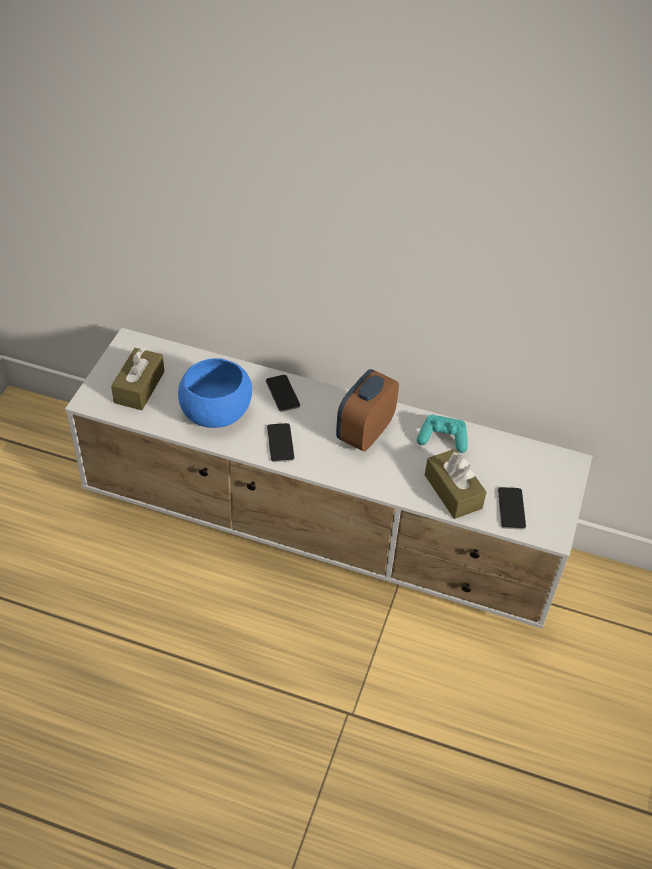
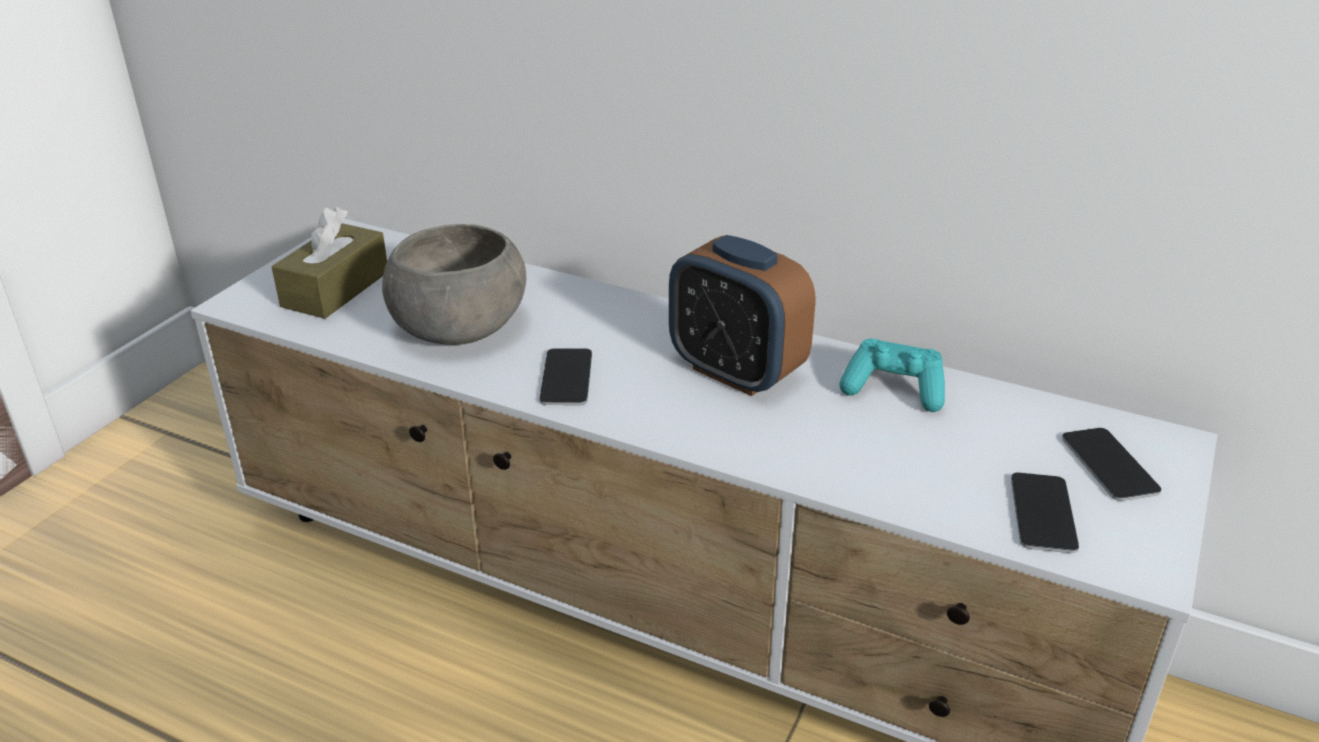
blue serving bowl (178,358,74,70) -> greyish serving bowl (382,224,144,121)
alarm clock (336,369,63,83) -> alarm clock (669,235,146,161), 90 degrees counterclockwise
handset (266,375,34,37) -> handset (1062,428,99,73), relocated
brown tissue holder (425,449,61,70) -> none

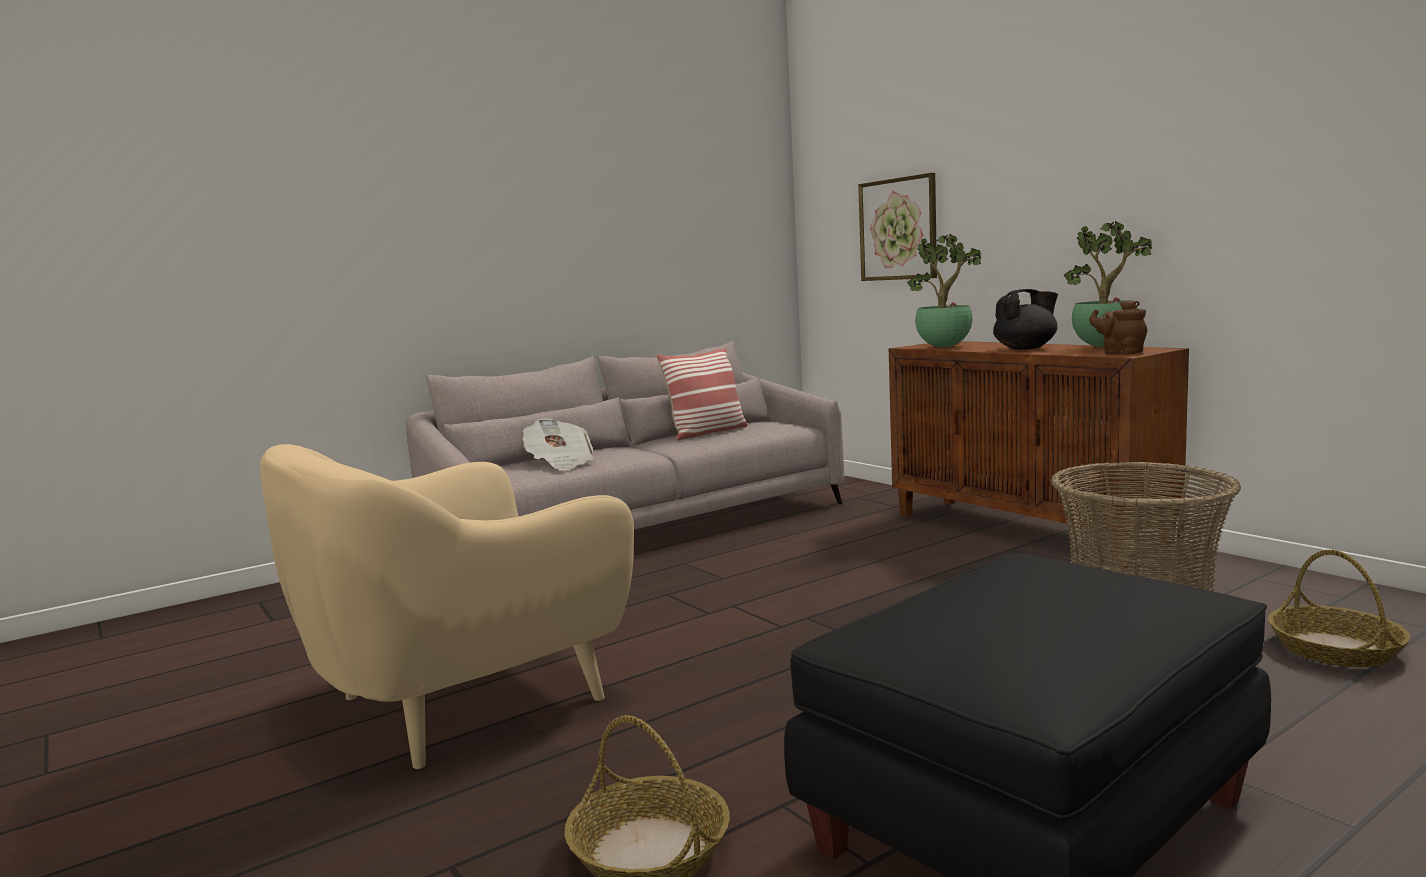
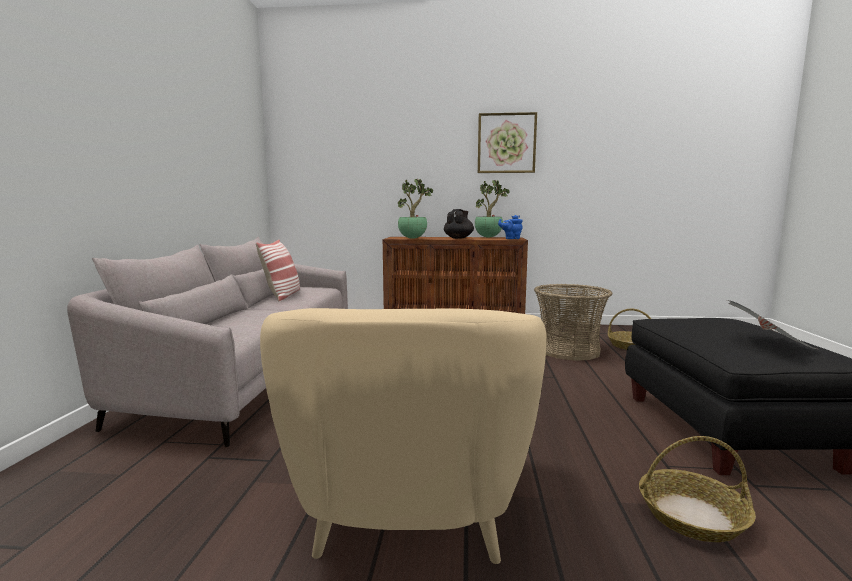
wall art (858,173,79,108) -> wall art (478,112,59,61), relocated
brown pot for tea (1089,300,58,55) -> blue pot for tea (498,215,25,24)
newspaper (523,419,71,52) -> newspaper (727,300,90,49), relocated

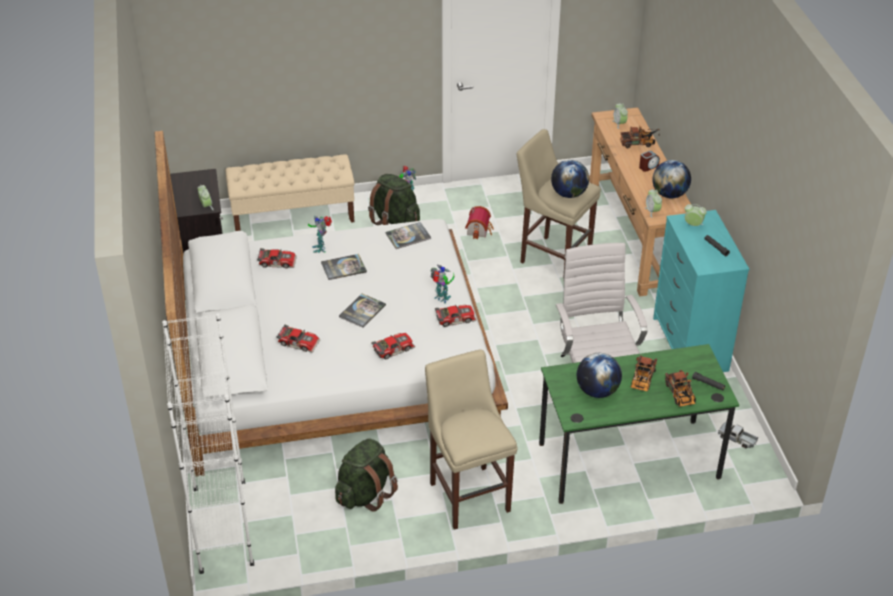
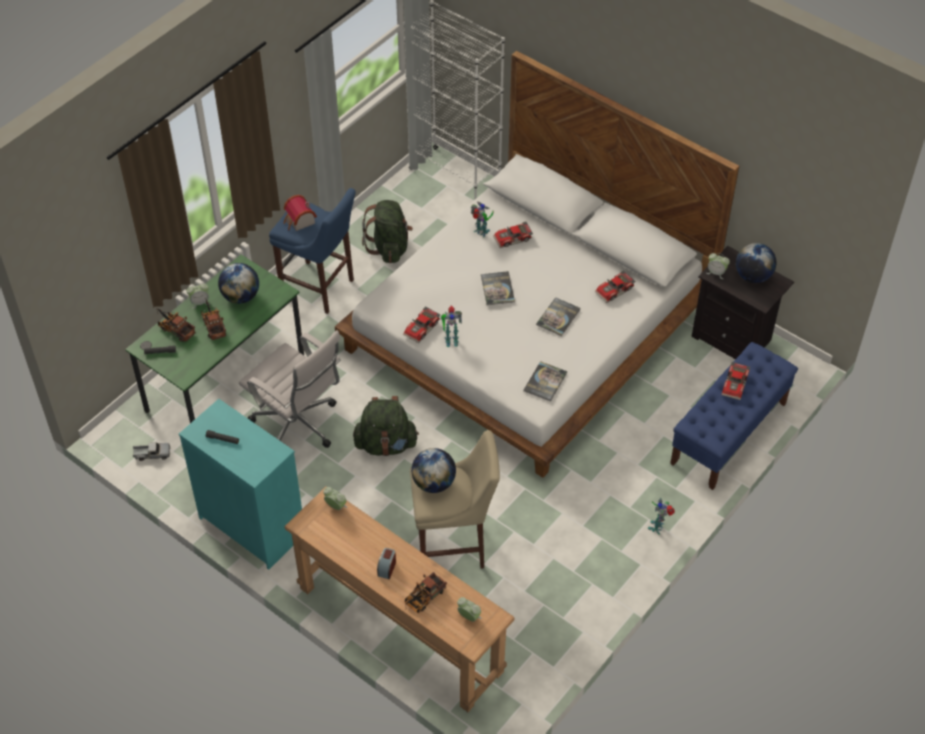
sand-coloured long seat (225,154,130,77) -> blue long seat (670,342,128,148)
desk globe (653,160,38,39) -> desk globe (736,243,40,40), relocated
greenish knapsack (368,174,52,51) -> greenish knapsack (353,396,66,60), relocated
alarm clock (685,204,22,22) -> alarm clock (187,283,23,26), relocated
toy house (465,206,29,33) -> toy house (284,195,33,36), relocated
toy robot (308,216,24,37) -> toy robot (471,201,22,36), relocated
model car (371,333,44,26) -> model car (722,362,28,38), relocated
sand-coloured sitting stool (425,349,93,181) -> blue sitting stool (269,188,86,126)

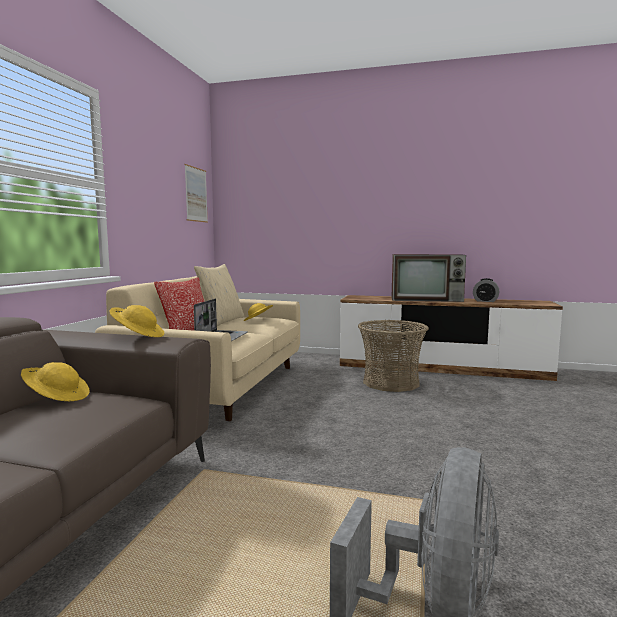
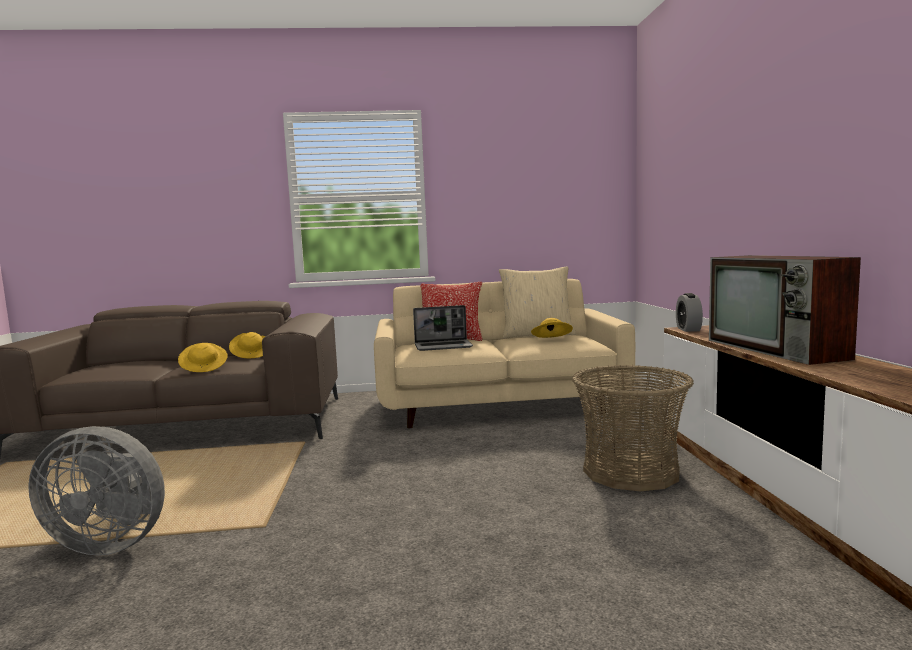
wall art (184,164,24,59) -> none
alarm clock (473,278,26,24) -> alarm clock (676,293,27,39), relocated
yellowish clothing hat (109,305,56,32) -> yellowish clothing hat (178,343,50,29), relocated

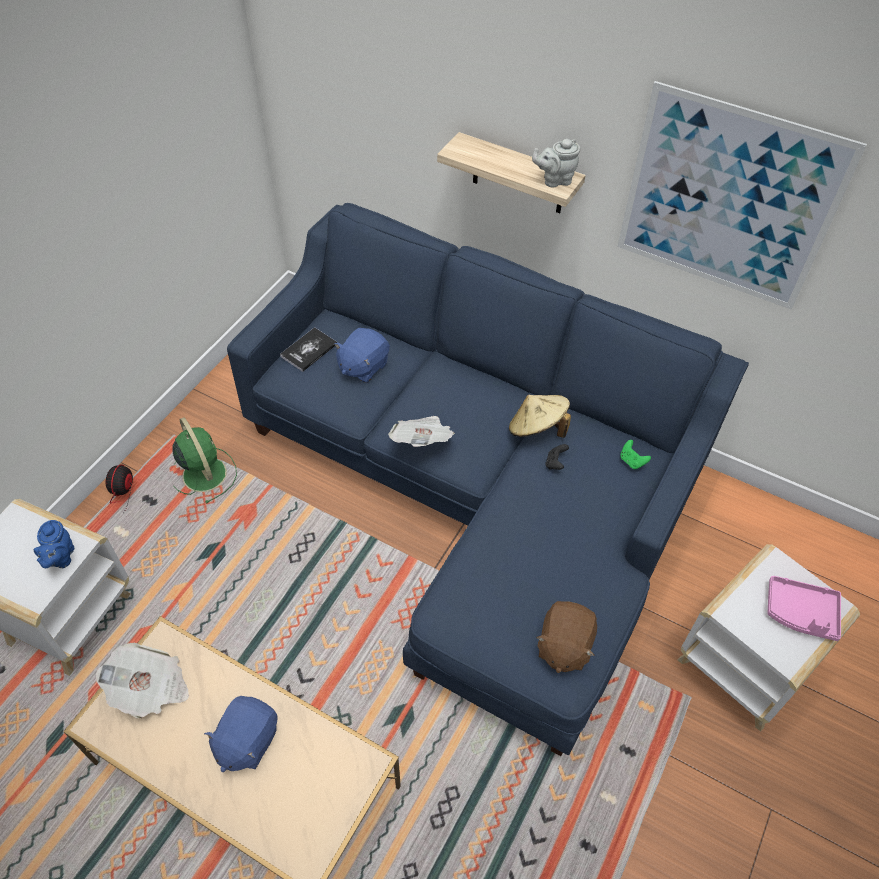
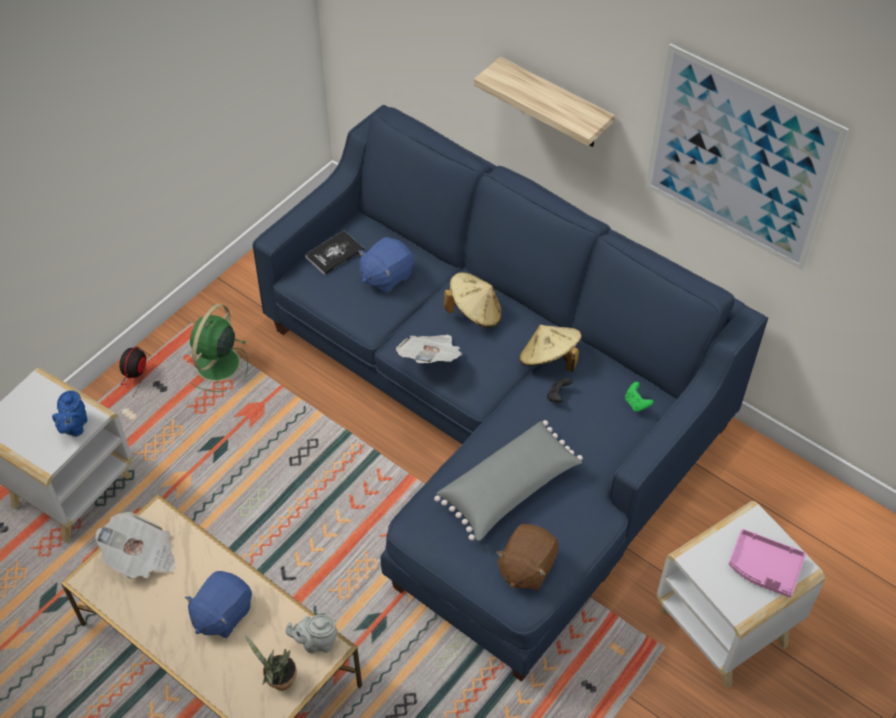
greyish pot for tea (532,139,48,49) -> greyish pot for tea (286,615,52,38), relocated
greenish electric fan (173,418,64,86) -> greenish electric fan (190,304,58,88), 135 degrees counterclockwise
none -> sand-coloured clothing hat (444,272,58,56)
none -> greyish cushion (434,420,149,121)
none -> plant in a pot (245,635,52,56)

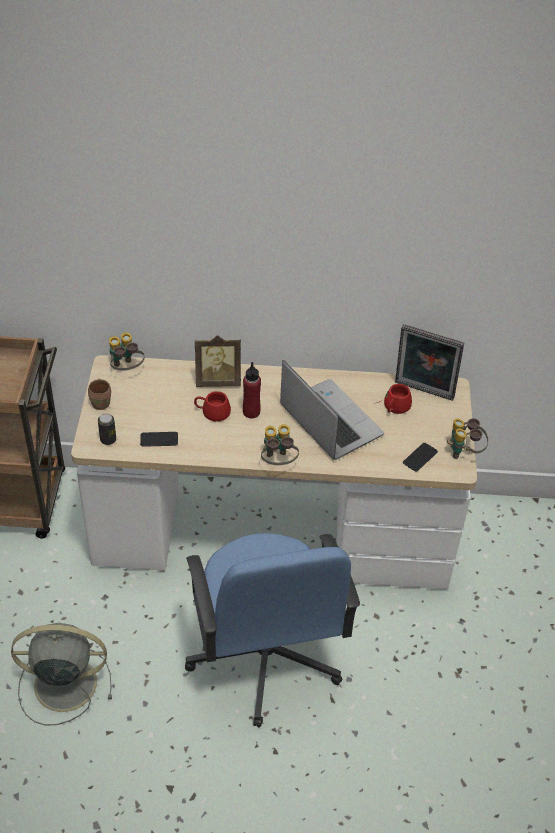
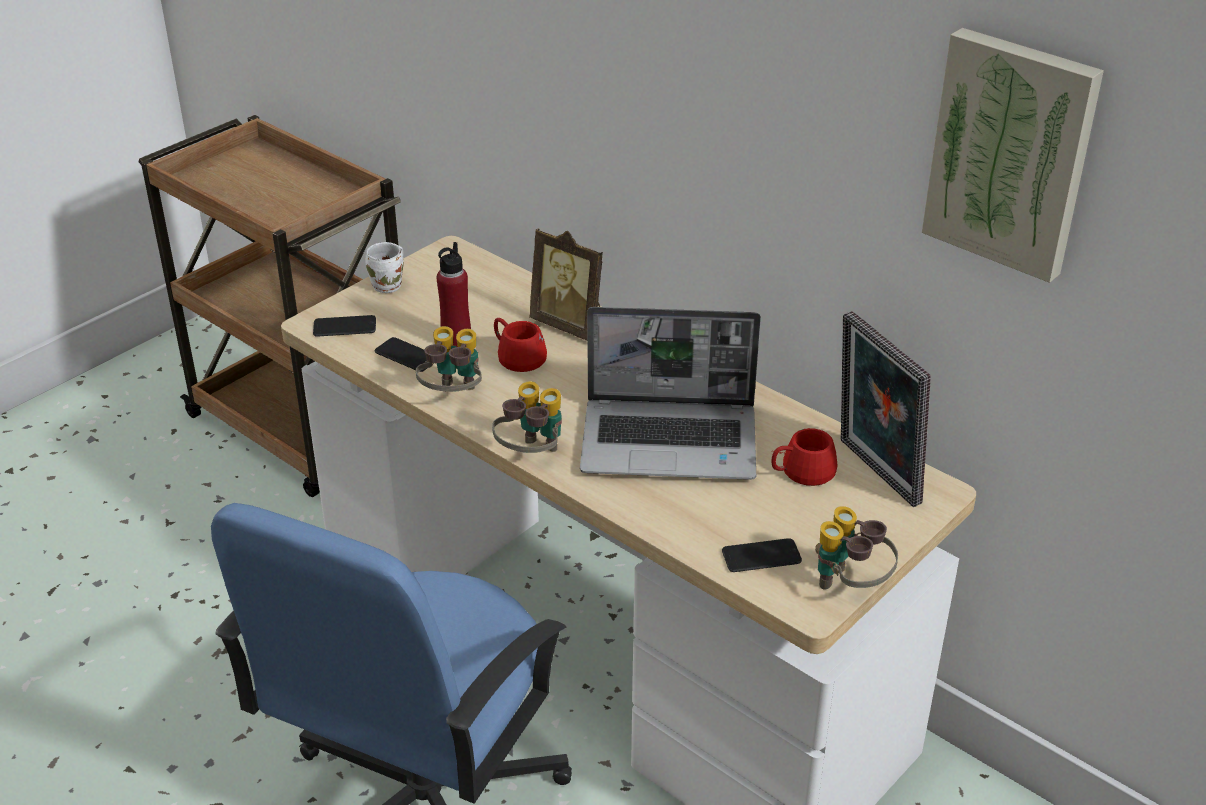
field glasses (109,333,36,38) -> field glasses (416,326,66,66), relocated
portable computer (280,360,104,100) -> portable computer (580,307,181,173), 90 degrees clockwise
reddish beverage bottle (243,362,18,56) -> reddish beverage bottle (437,242,34,105), relocated
brown mug (88,379,23,31) -> white-coloured mug (366,242,38,51)
metal can (98,413,18,32) -> handset (313,315,63,22)
greyish electric fan (11,623,101,103) -> none
none -> wall art (922,28,182,255)

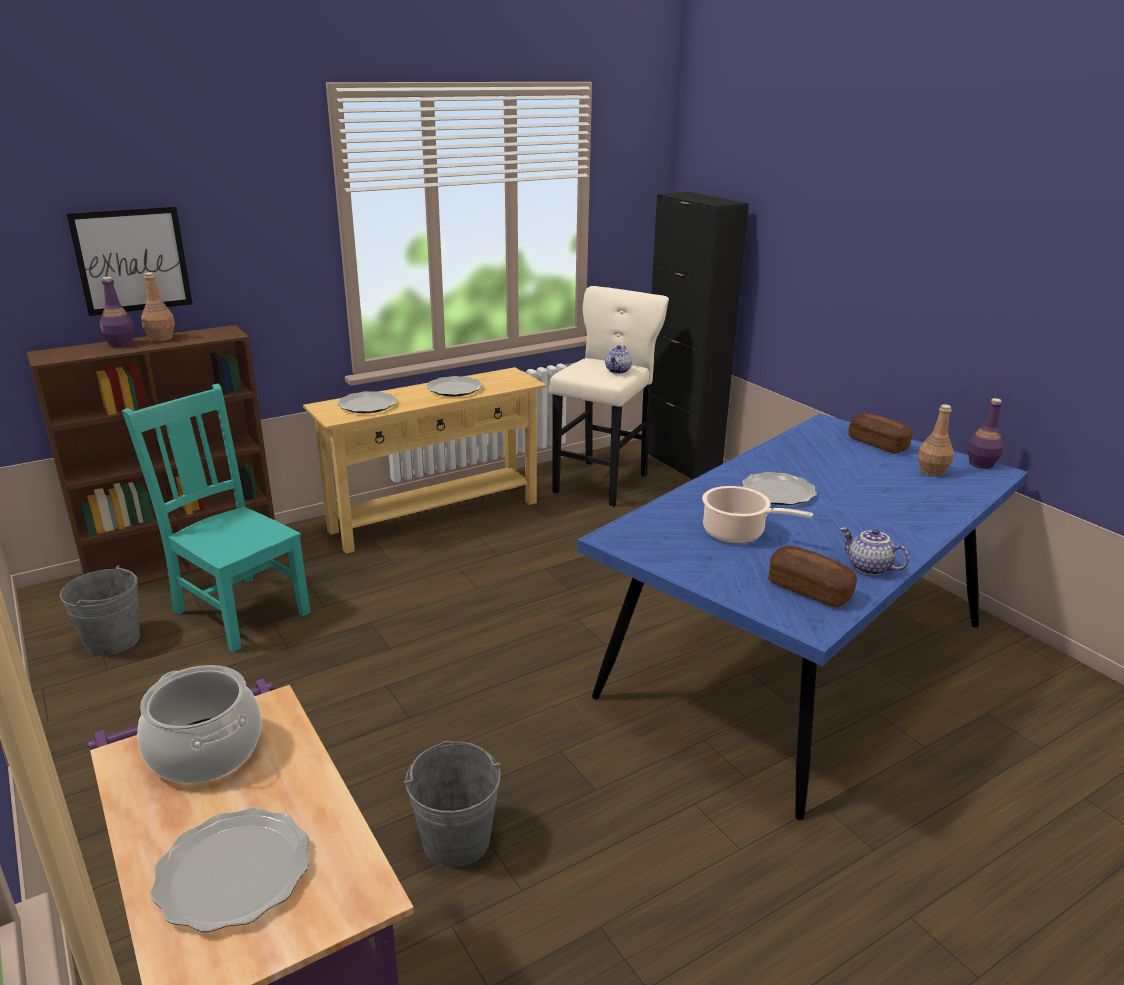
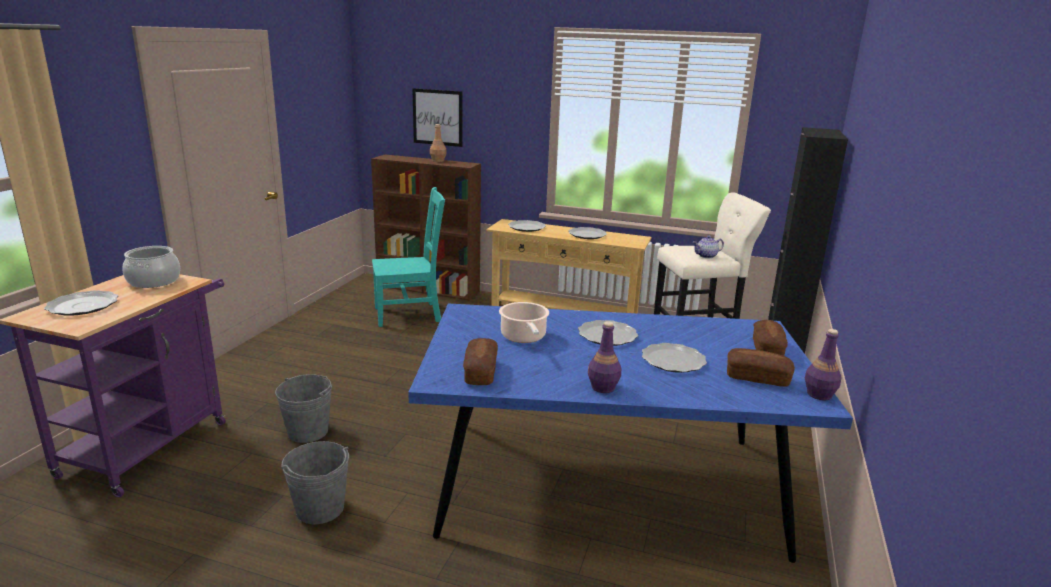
purple beverage bottle (99,277,36,70) -> purple beverage bottle (588,321,33,72), relocated
turquoise-coloured upright chair (122,383,189,269) -> turquoise-coloured upright chair (372,187,73,140), 75 degrees clockwise
brown beverage bottle (918,404,36,72) -> bread (727,348,68,39)
pot for tea (840,527,69,48) -> none
greyish water bucket (60,565,80,91) -> greyish water bucket (281,441,68,83), relocated
none -> dinner plate (642,343,65,30)

